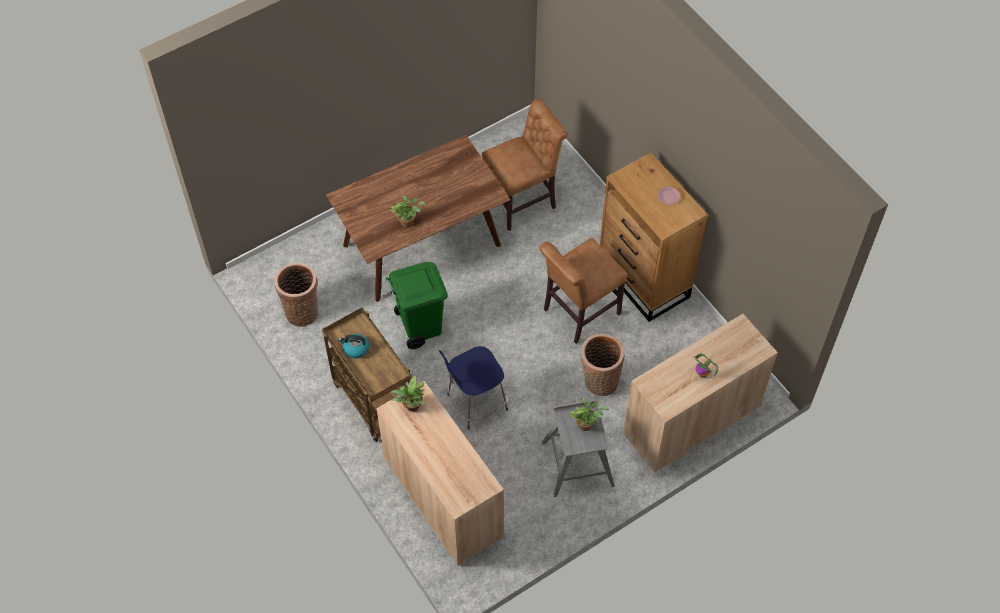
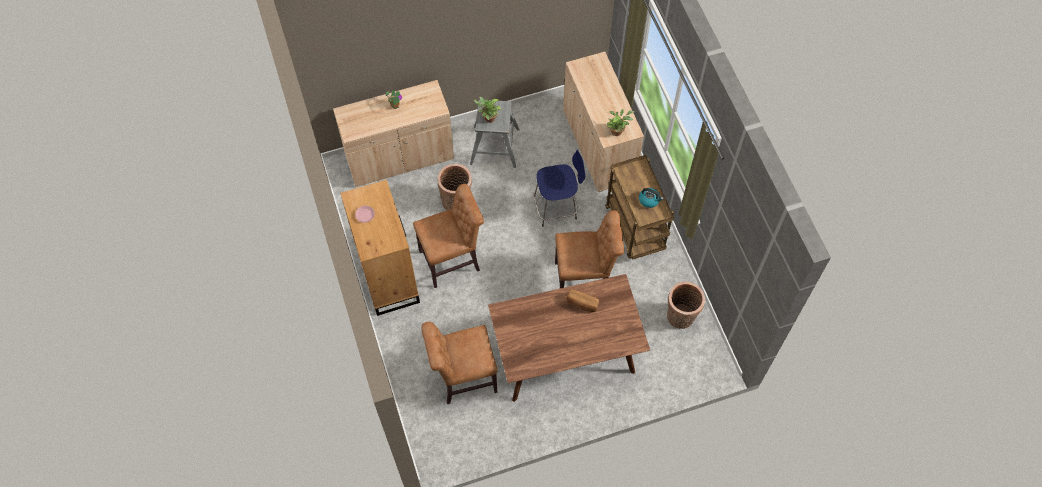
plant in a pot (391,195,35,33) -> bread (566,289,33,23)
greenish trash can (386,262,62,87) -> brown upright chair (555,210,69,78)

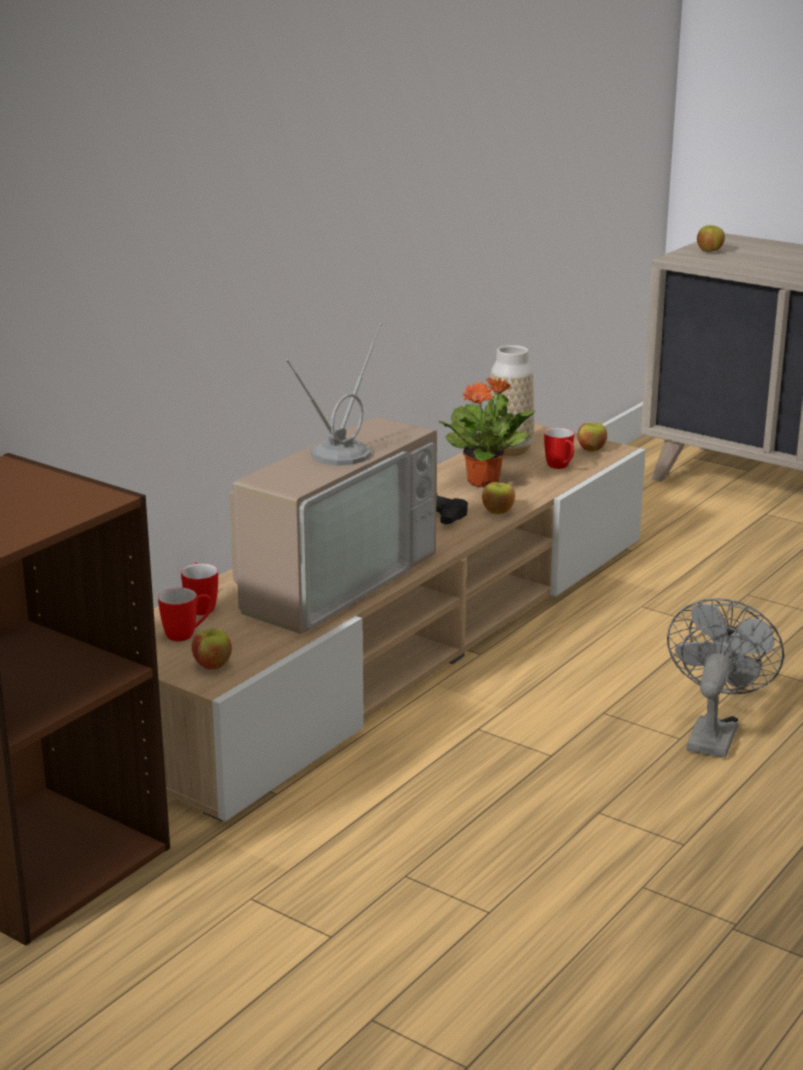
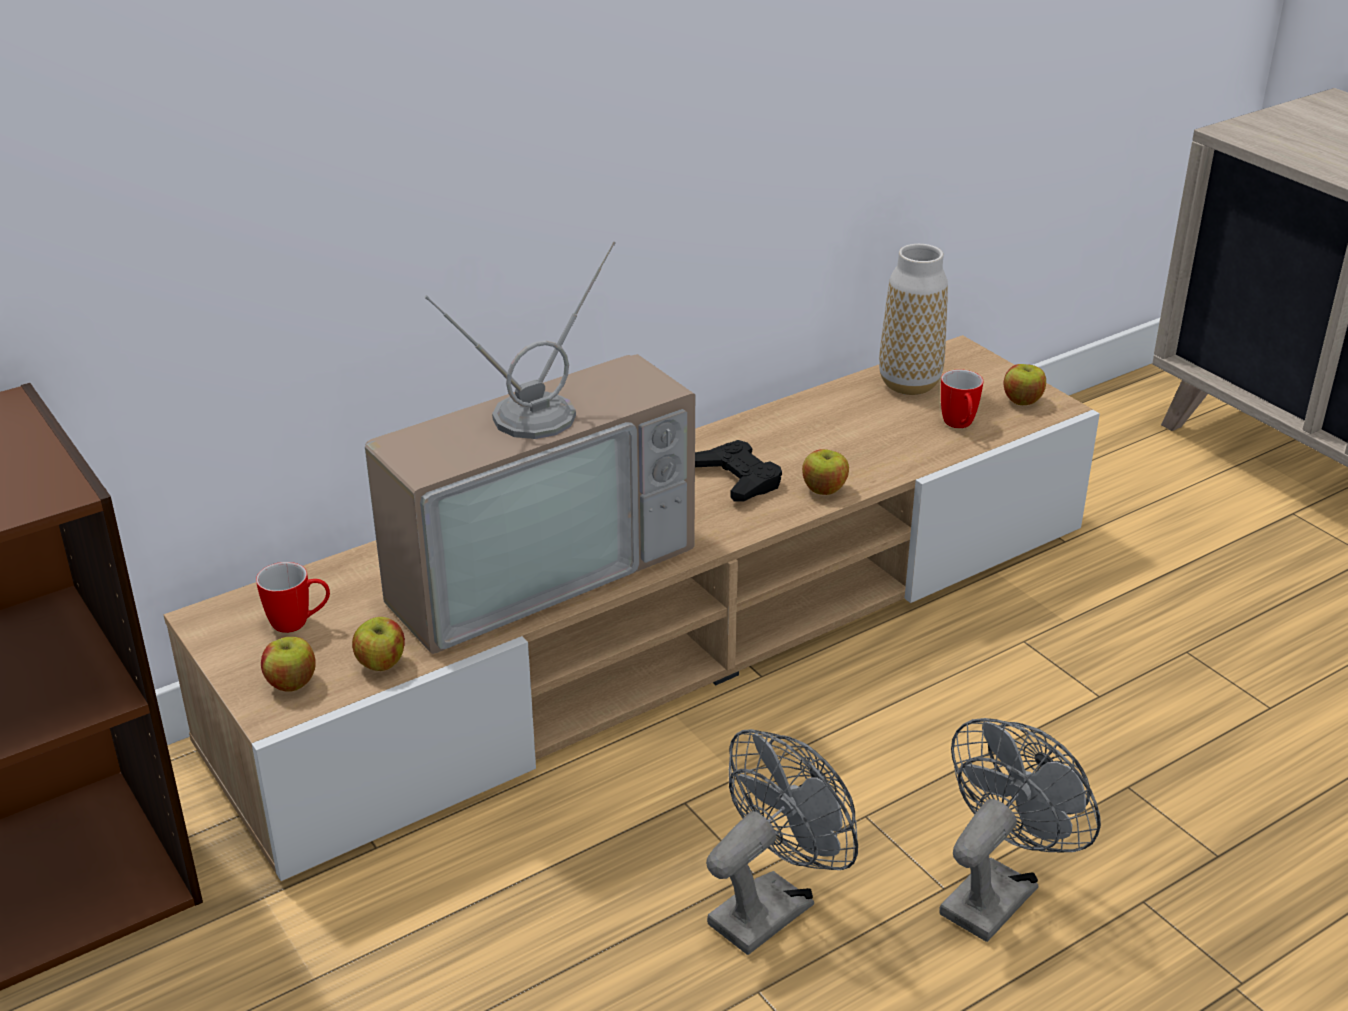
whole apple (697,225,28,27) -> whole apple (352,617,53,54), relocated
plant in a pot (438,377,98,110) -> none
mug (181,563,37,52) -> none
none -> greyish electric fan (706,729,152,226)

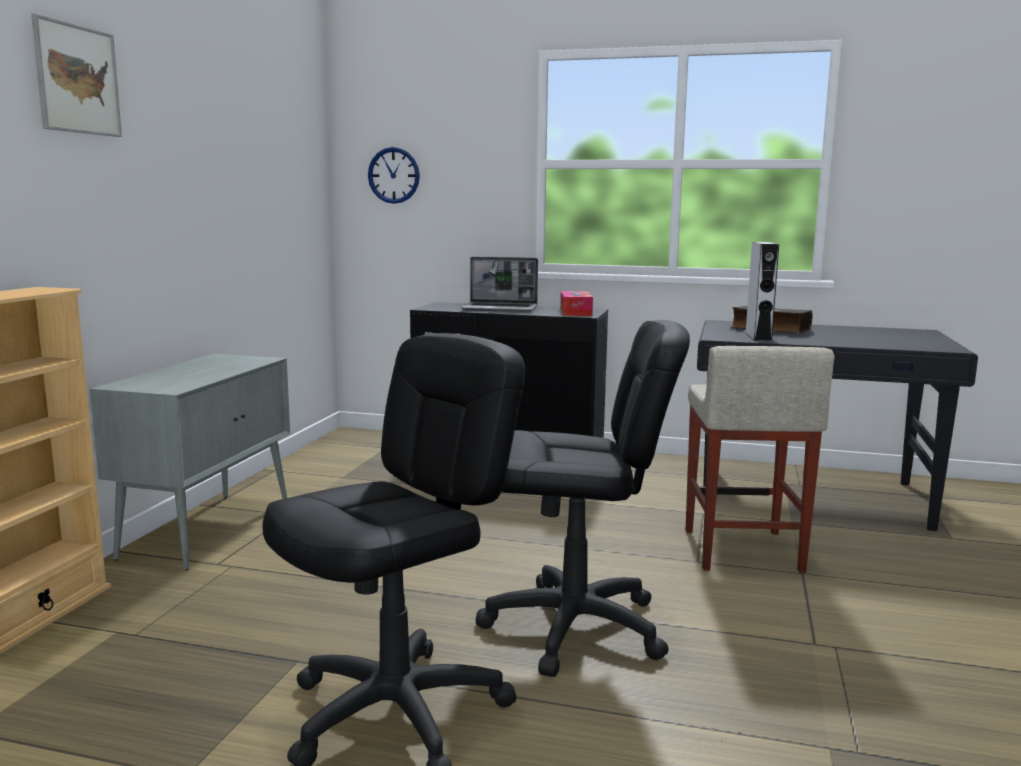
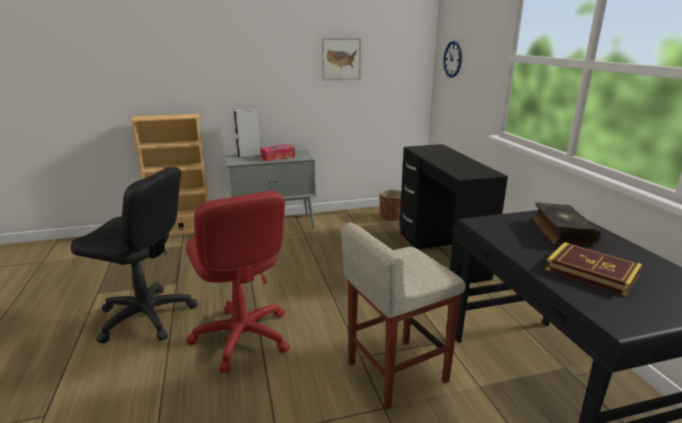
wall art (31,13,91,124) -> wall art (322,38,39,42), relocated
greyish loudspeaker (745,242,34,99) -> greyish loudspeaker (234,109,27,49), relocated
portable computer (462,257,76,55) -> none
tissue holder (560,291,33,25) -> tissue holder (261,144,34,17), relocated
black desk chair (476,320,214,357) -> reddish desk chair (186,191,104,182)
none -> brown flower pot (380,189,21,33)
none -> volume (545,242,97,54)

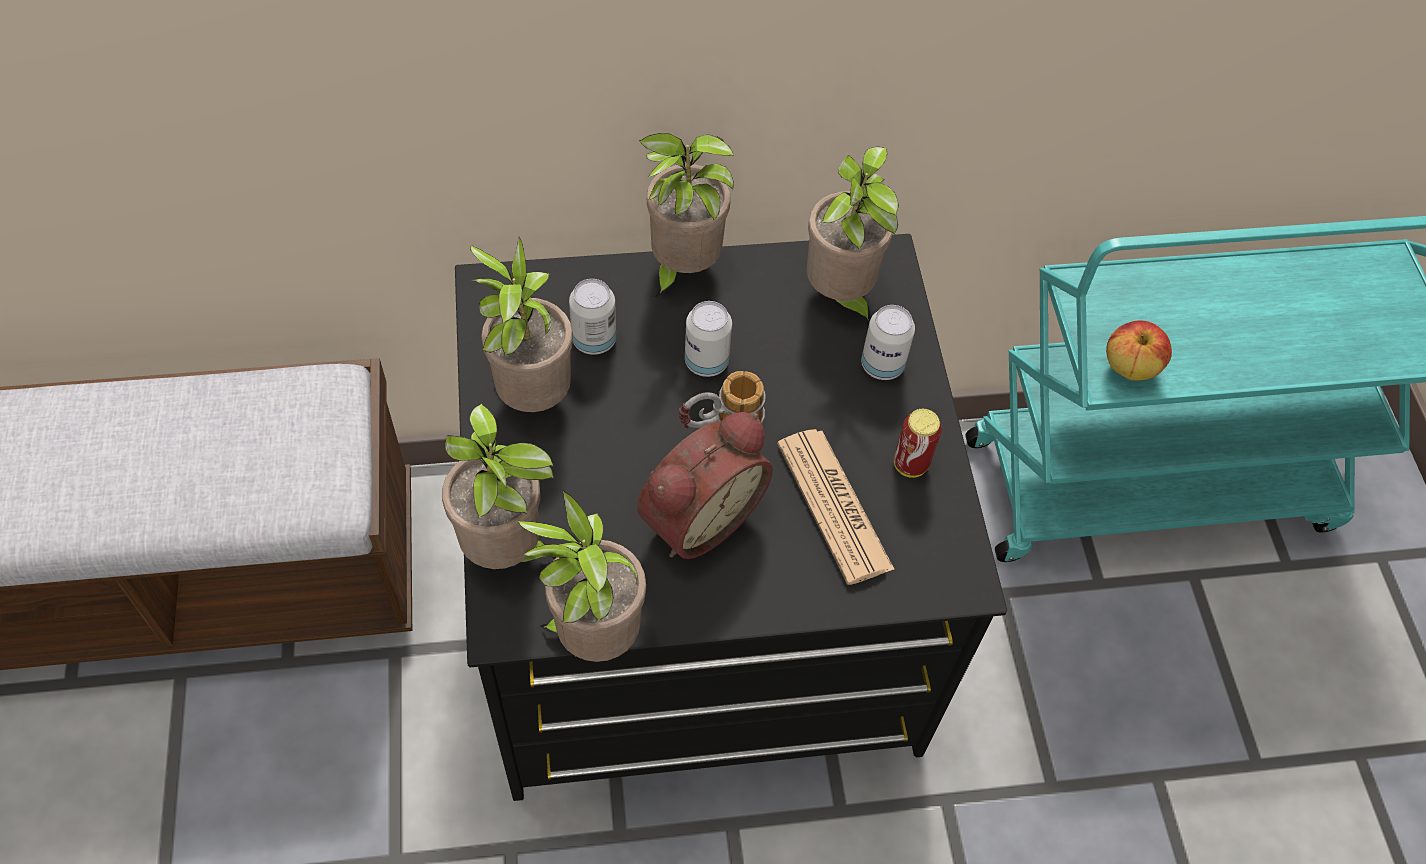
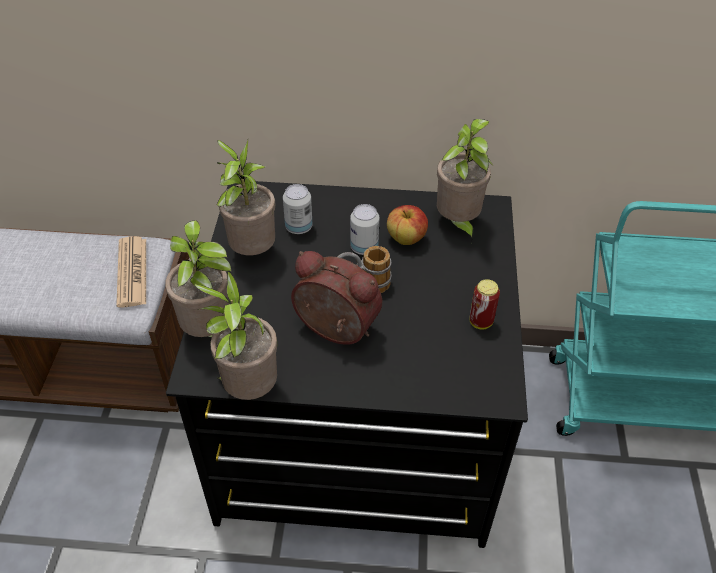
plant in a pot (638,133,96,165) -> none
metal can (861,305,54,75) -> none
whole apple (1106,320,66,61) -> whole apple (387,205,41,40), relocated
alarm clock (637,412,136,147) -> alarm clock (291,251,91,94), 120 degrees counterclockwise
newspaper (777,429,118,156) -> newspaper (116,236,30,71), relocated

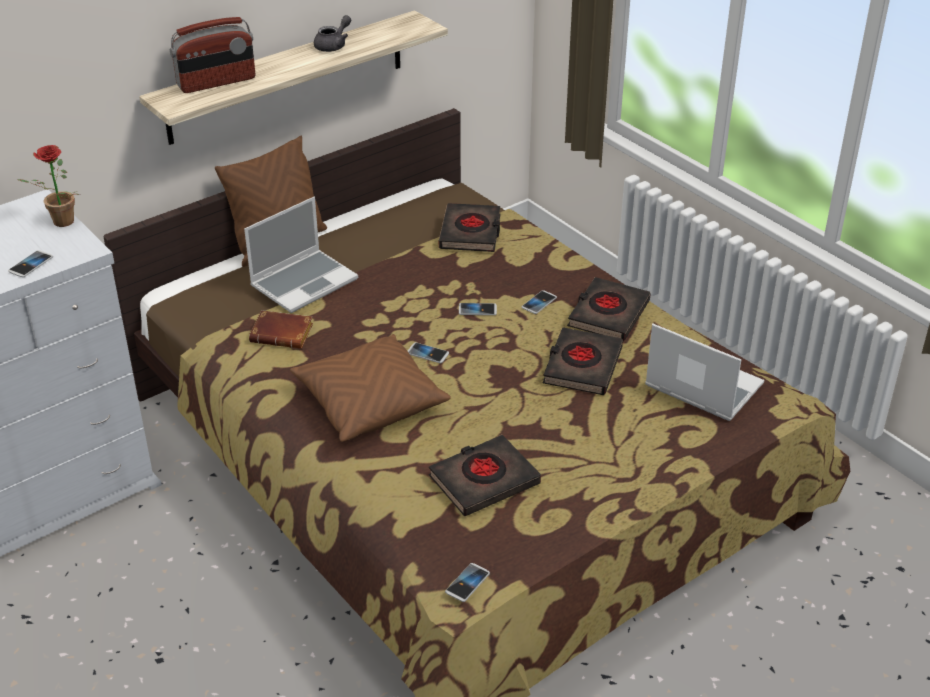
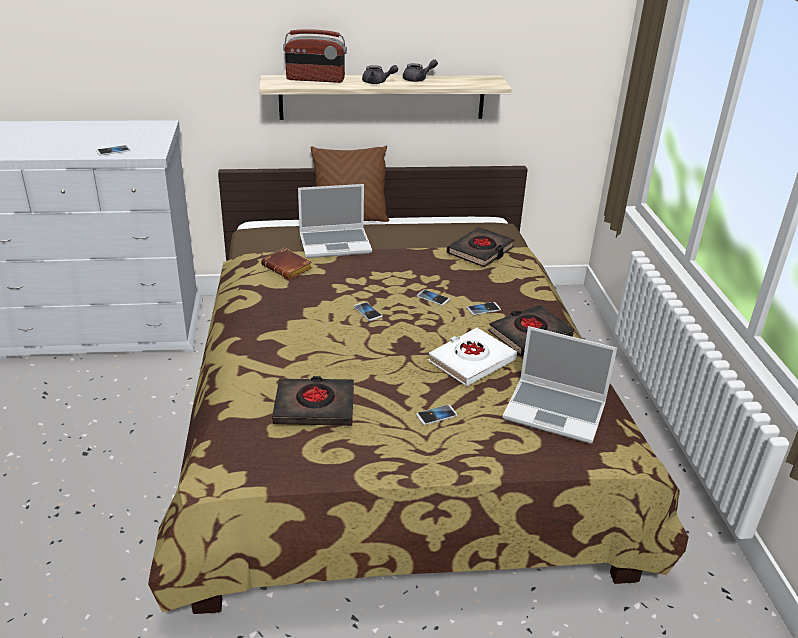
plant in a pot (17,145,63,82) -> none
portable computer (645,324,119,97) -> portable computer (502,326,115,118), 135 degrees clockwise
black volume (543,327,80,68) -> white-coloured volume (428,328,89,58)
brown cushion (290,334,161,108) -> none
handset (445,563,45,39) -> handset (416,405,41,20), relocated
none -> greyish pot for tea (362,65,36,19)

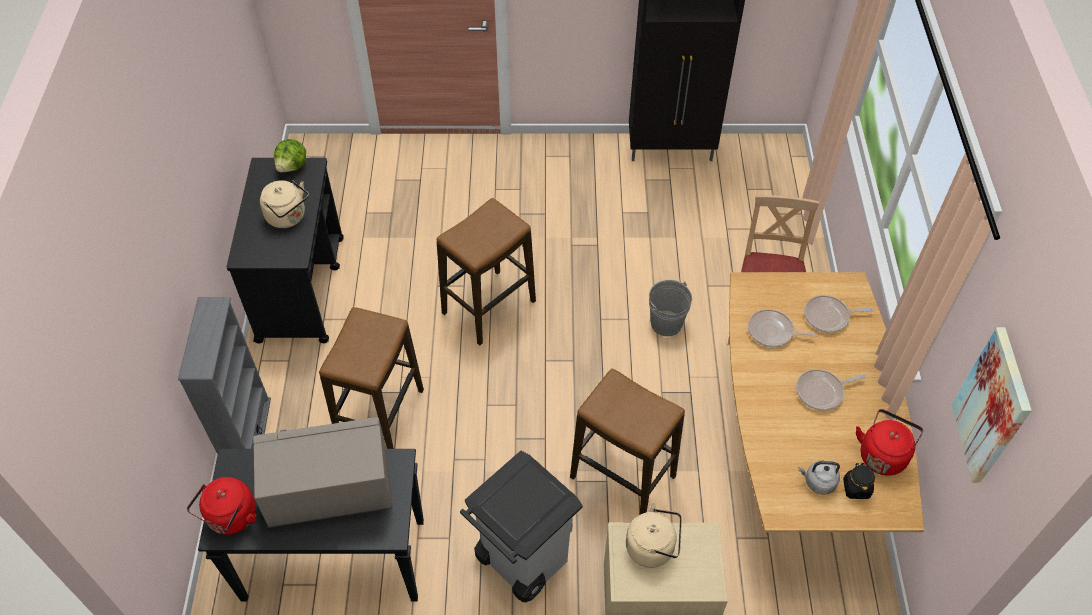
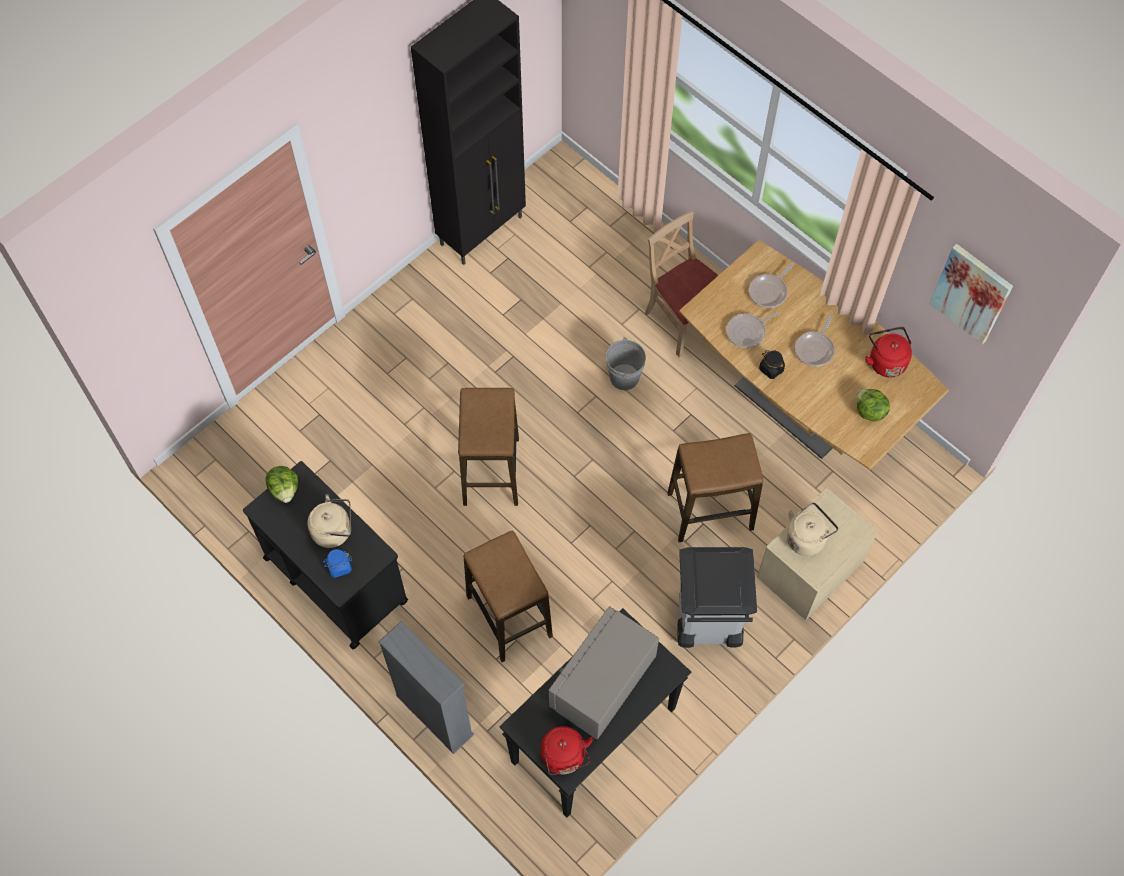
greyish tea kettle (799,461,41,34) -> lettuce (856,389,34,33)
black storage jar (843,463,32,36) -> black storage jar (759,350,26,29), relocated
none -> blue storage jar (323,549,29,29)

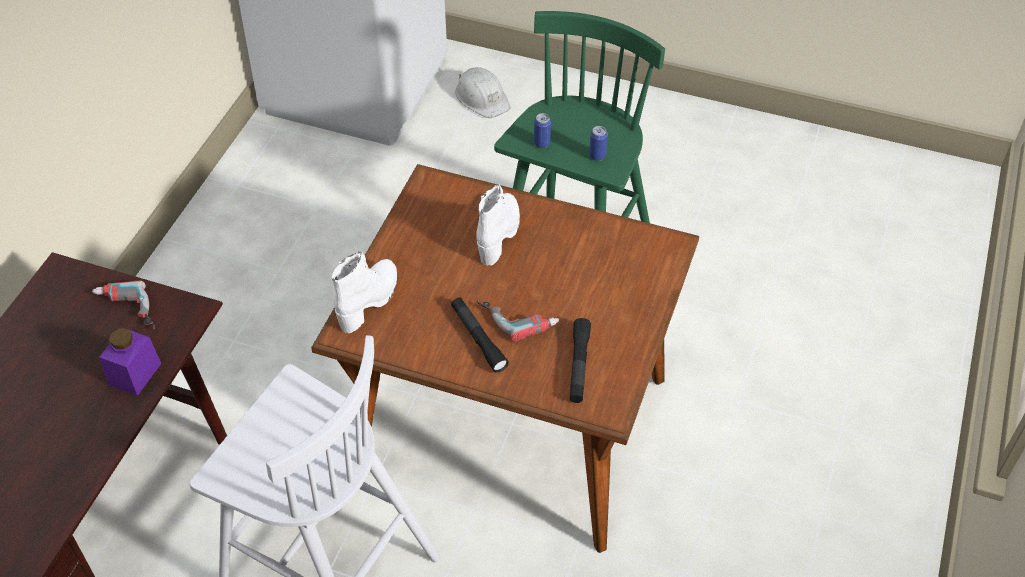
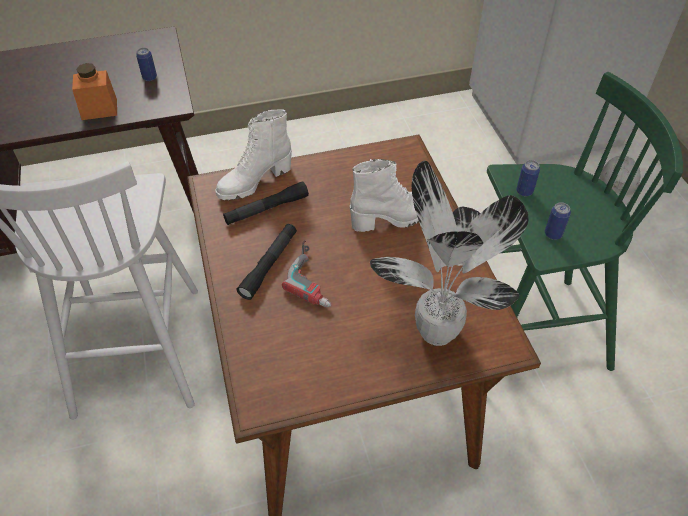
white-coloured tall boot (332,252,65,81) -> white-coloured tall boot (215,109,77,91), 150 degrees clockwise
drill (92,280,63,49) -> metal can (136,48,21,33)
black torch (569,318,22,85) -> black torch (223,181,86,44), relocated
purple storage jar (99,328,62,68) -> orangey storage jar (72,63,45,57)
none -> plant in a pot (370,161,159,185)

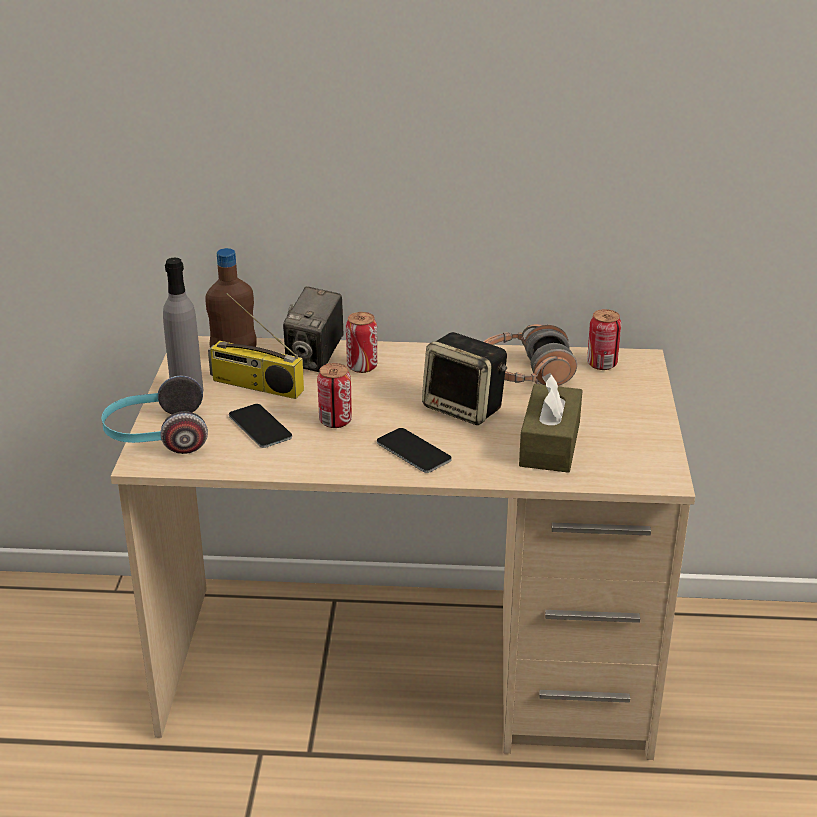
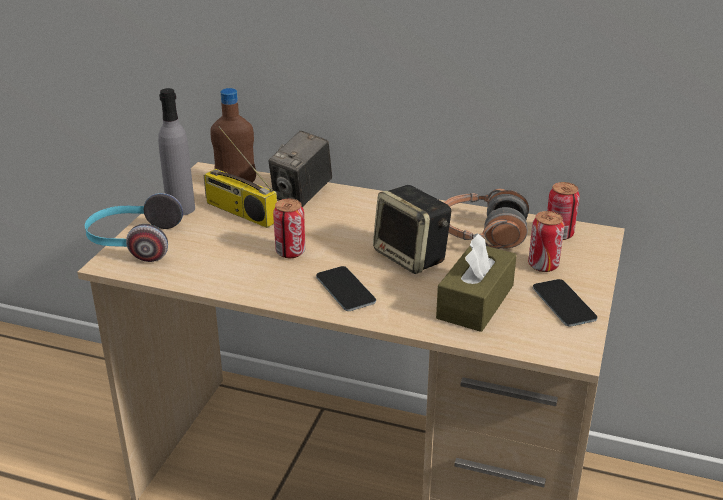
metal can (346,312,31,61) -> metal can (528,211,36,61), relocated
handset (229,404,63,44) -> handset (533,279,64,47), relocated

